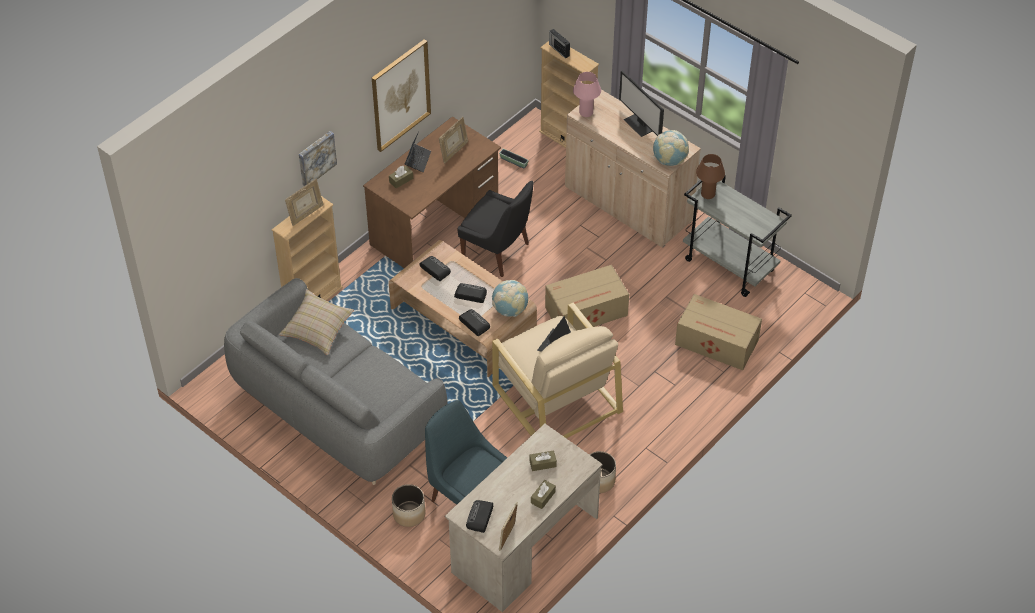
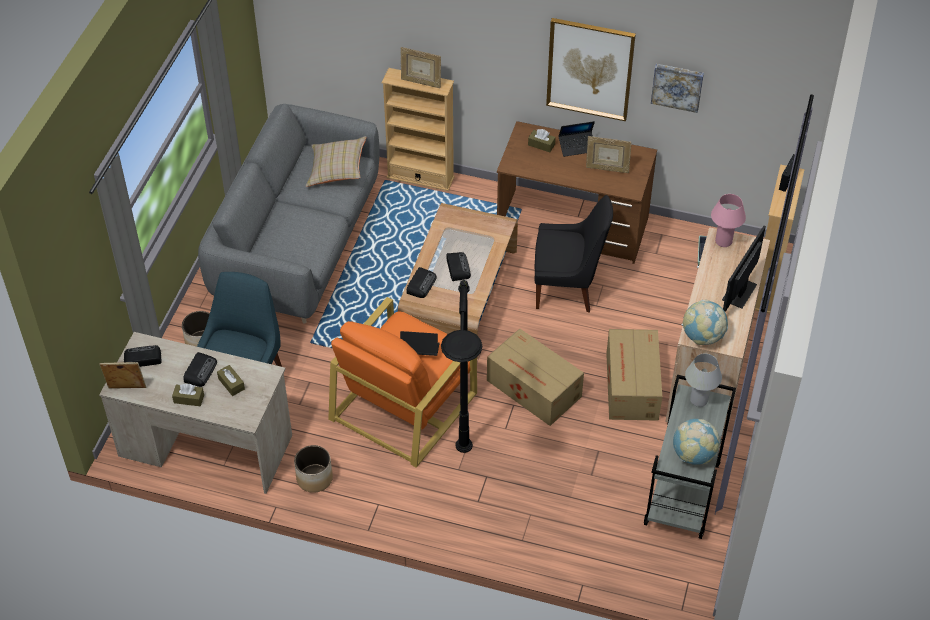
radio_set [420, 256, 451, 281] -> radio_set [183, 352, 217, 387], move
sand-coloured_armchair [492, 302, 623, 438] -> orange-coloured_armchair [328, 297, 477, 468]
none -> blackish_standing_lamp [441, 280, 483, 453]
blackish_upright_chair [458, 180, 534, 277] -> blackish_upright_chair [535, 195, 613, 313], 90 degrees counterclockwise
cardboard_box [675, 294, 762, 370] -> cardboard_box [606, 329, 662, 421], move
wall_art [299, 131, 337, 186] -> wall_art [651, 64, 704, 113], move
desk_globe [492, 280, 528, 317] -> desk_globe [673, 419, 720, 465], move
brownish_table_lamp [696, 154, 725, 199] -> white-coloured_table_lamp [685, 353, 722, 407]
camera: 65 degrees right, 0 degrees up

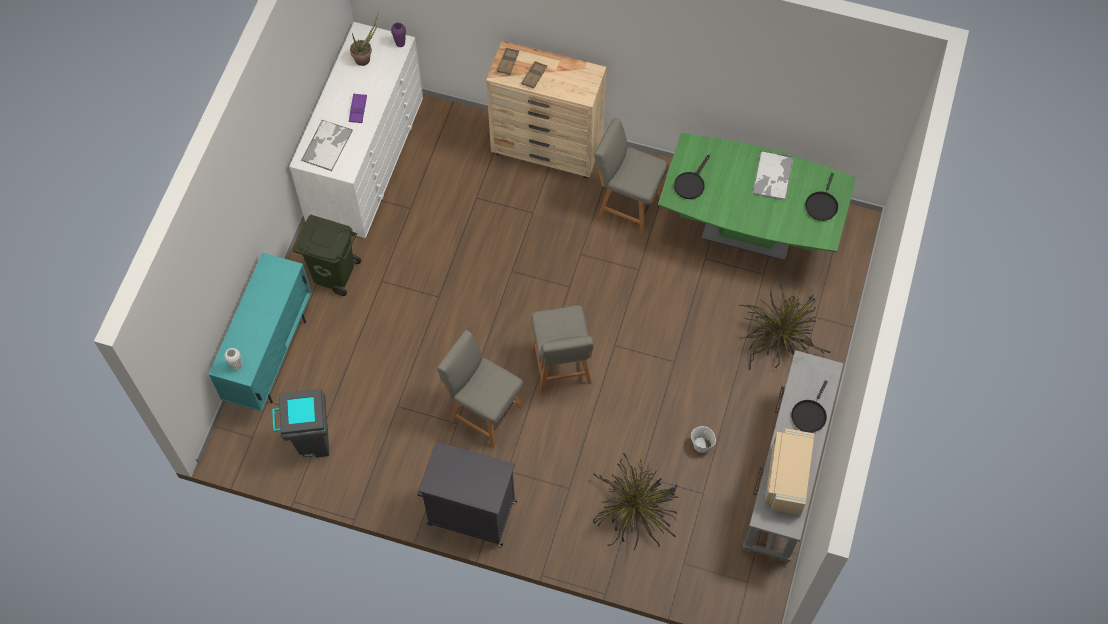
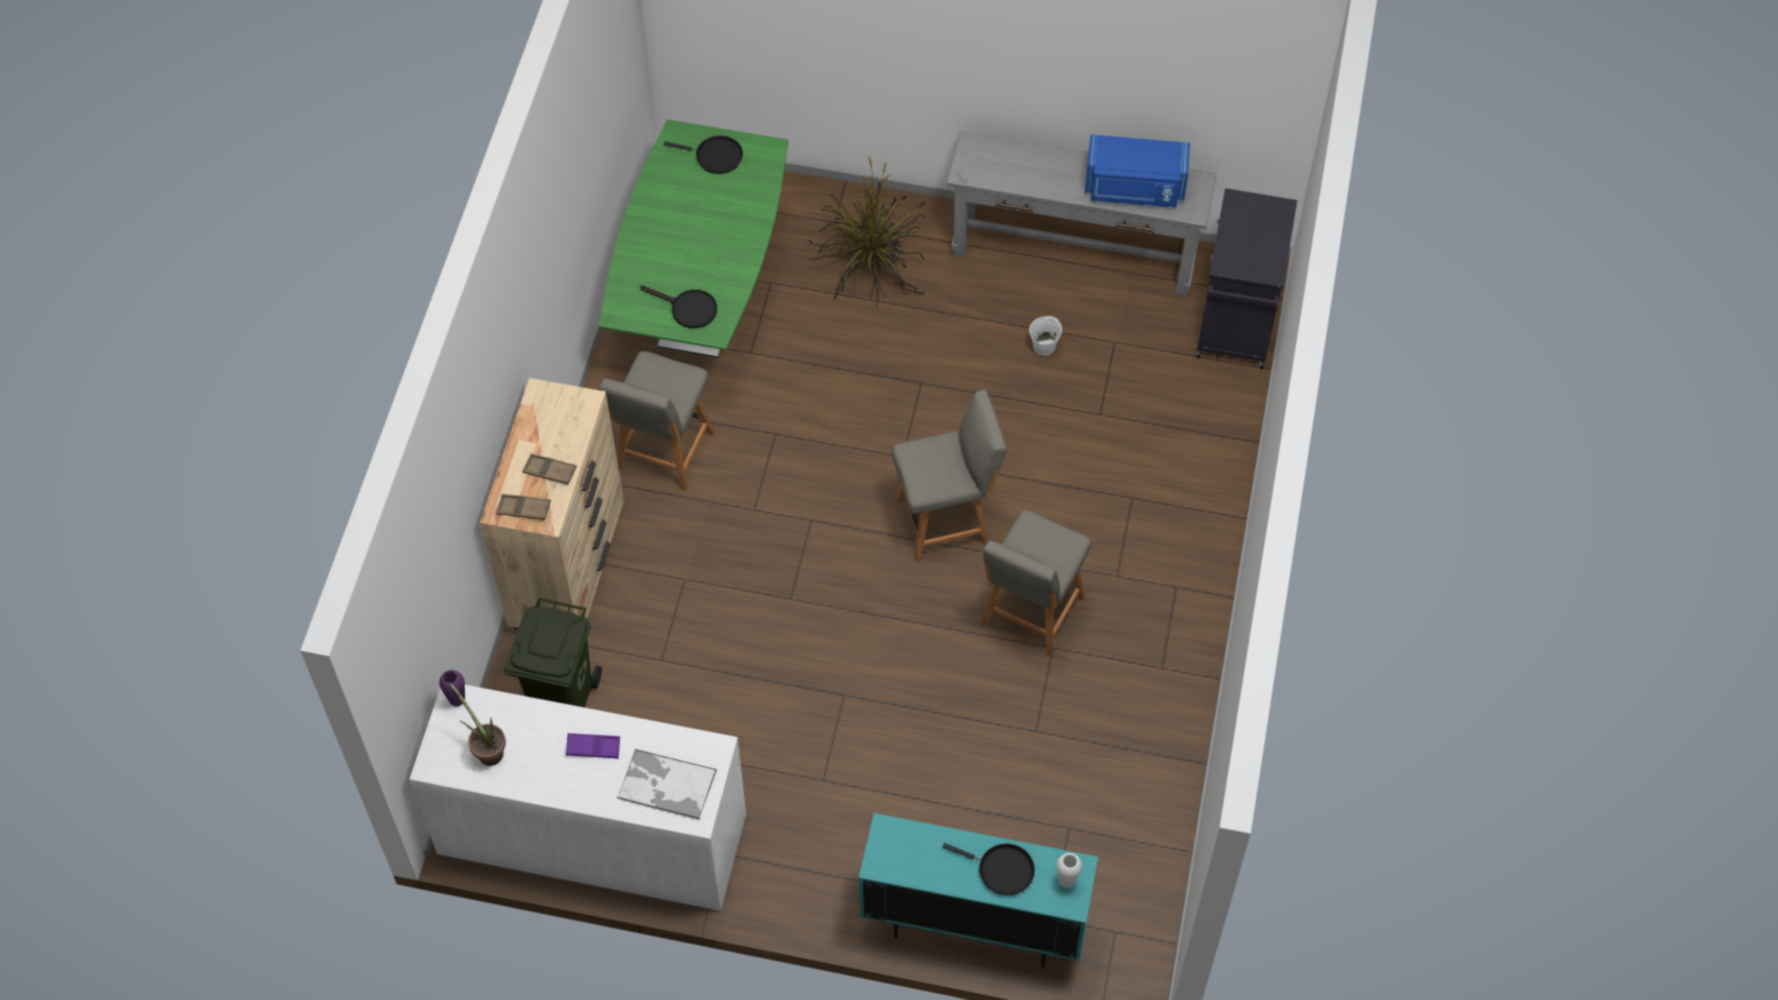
green-coloured_waste_bin [293, 214, 361, 296] -> green-coloured_waste_bin [504, 597, 602, 708], move
blackish_frying_pan [791, 380, 828, 433] -> blackish_frying_pan [943, 843, 1035, 896], move
sand-coloured_microwave [765, 428, 815, 516] -> blue-coloured_microwave [1085, 135, 1190, 208]
blackish_storage_cabinet [417, 442, 517, 546] -> blackish_storage_cabinet [1197, 188, 1297, 369], move
greyish_waste_bin [272, 389, 329, 457] -> none
plant_in_a_pot [593, 453, 678, 551] -> none
carrying_tray [752, 151, 794, 201] -> none
camera: 95 degrees left, 5 degrees down

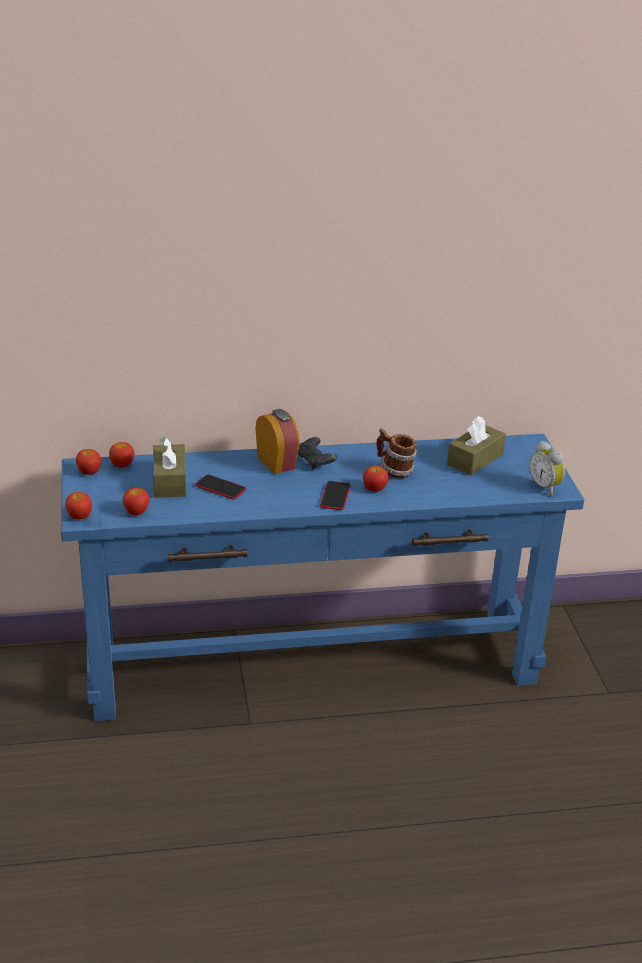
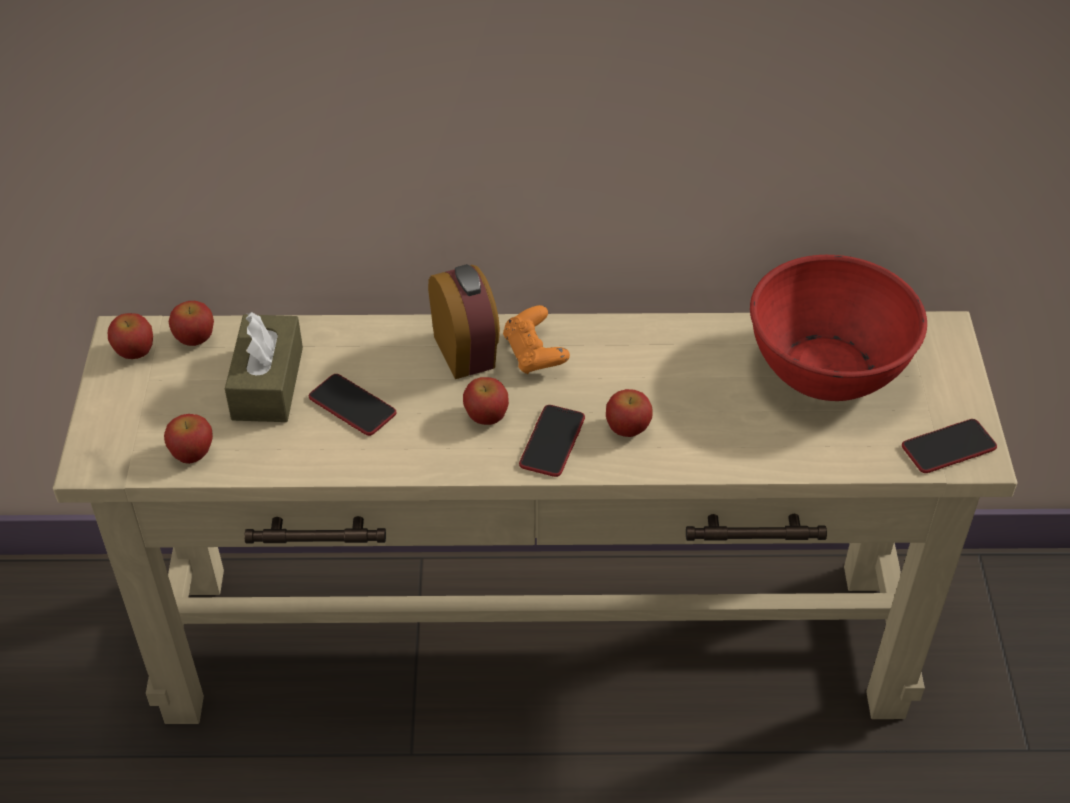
blue-coloured_hall_table [61, 434, 585, 721] -> sand-coloured_hall_table [53, 311, 1018, 724]
apple_fruit [65, 492, 92, 519] -> apple_fruit [463, 377, 509, 425], move
blackish_gamepad [298, 437, 337, 470] -> orange-coloured_gamepad [503, 305, 570, 374]
brownish_box_of_tissues [447, 416, 506, 475] -> red-coloured_deep_dish [750, 255, 927, 401]
alarm_clock [529, 441, 565, 496] -> handset [902, 419, 997, 473]
tea_mug [376, 428, 417, 478] -> none
camera: 10 degrees right, 15 degrees up

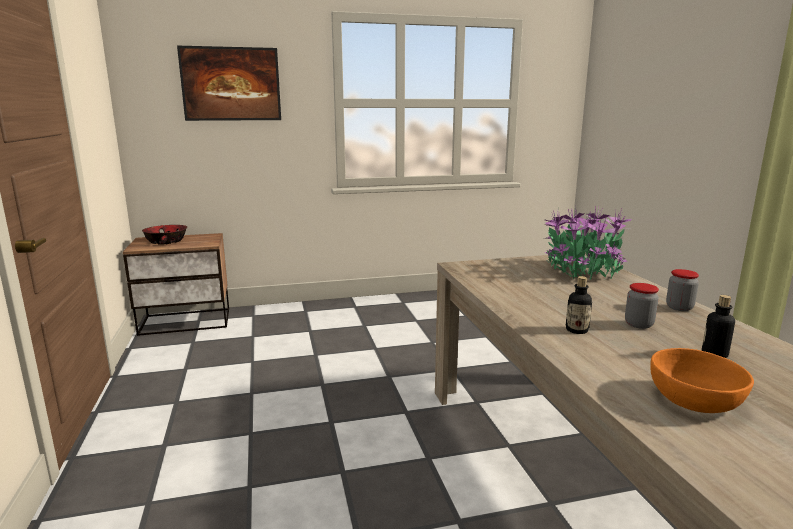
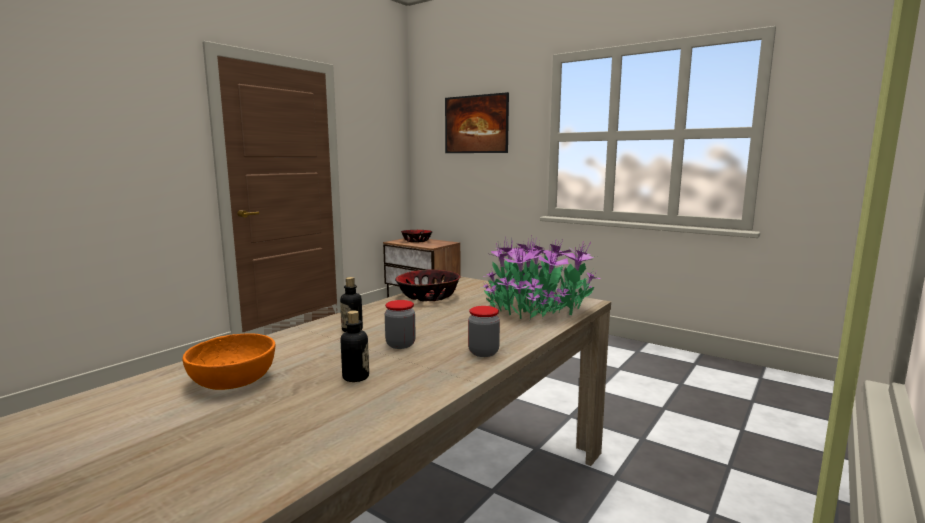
none -> deep_dish [395, 270, 460, 301]
camera: 50 degrees right, 5 degrees down

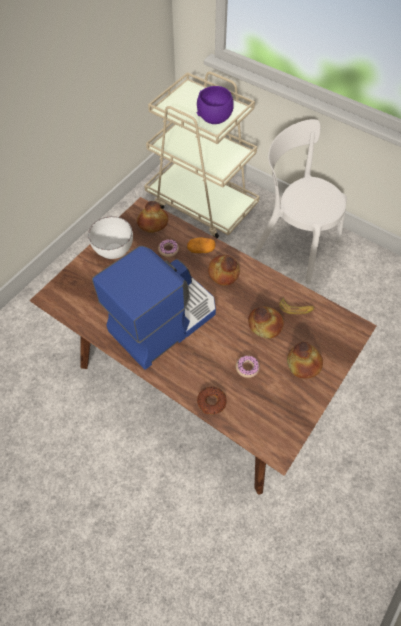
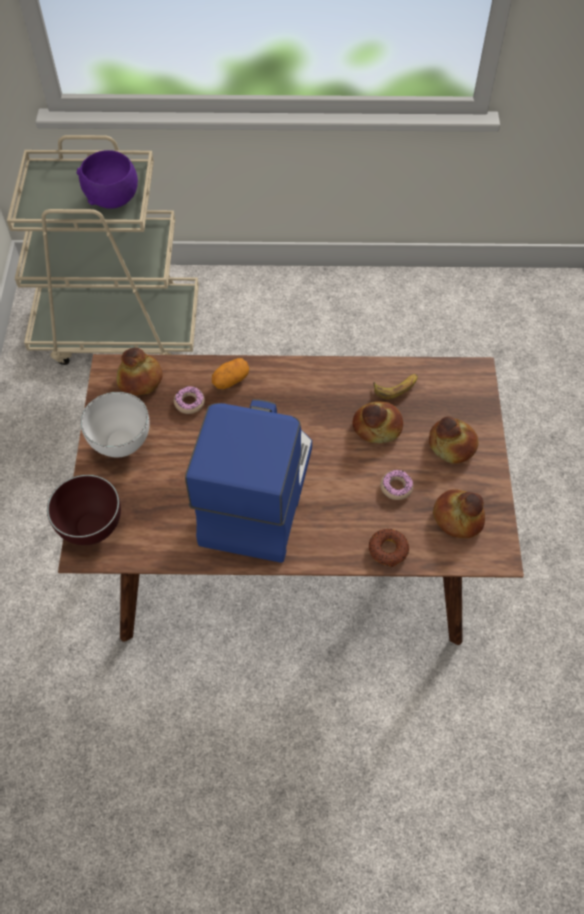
none -> brownish_deep_dish [47, 475, 121, 545]
baked_bread [208, 255, 240, 286] -> baked_bread [433, 489, 485, 538], move
white-coloured_upright_chair [252, 119, 347, 284] -> none
camera: 35 degrees left, 0 degrees up

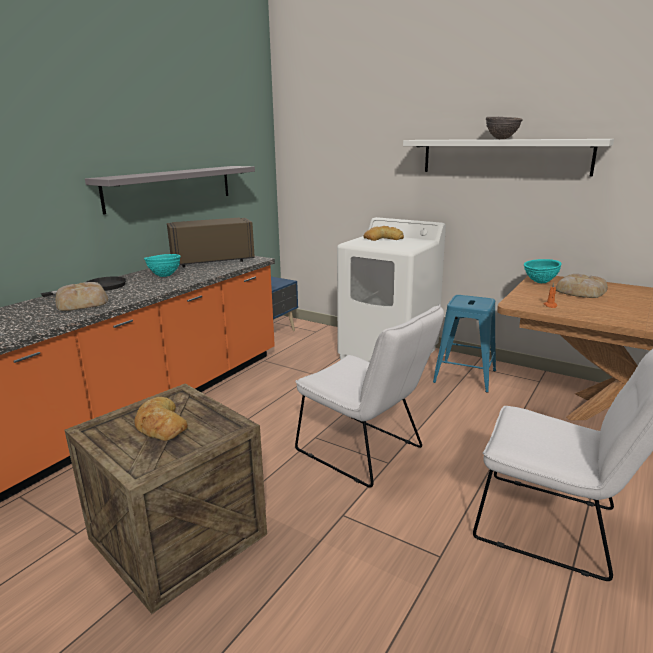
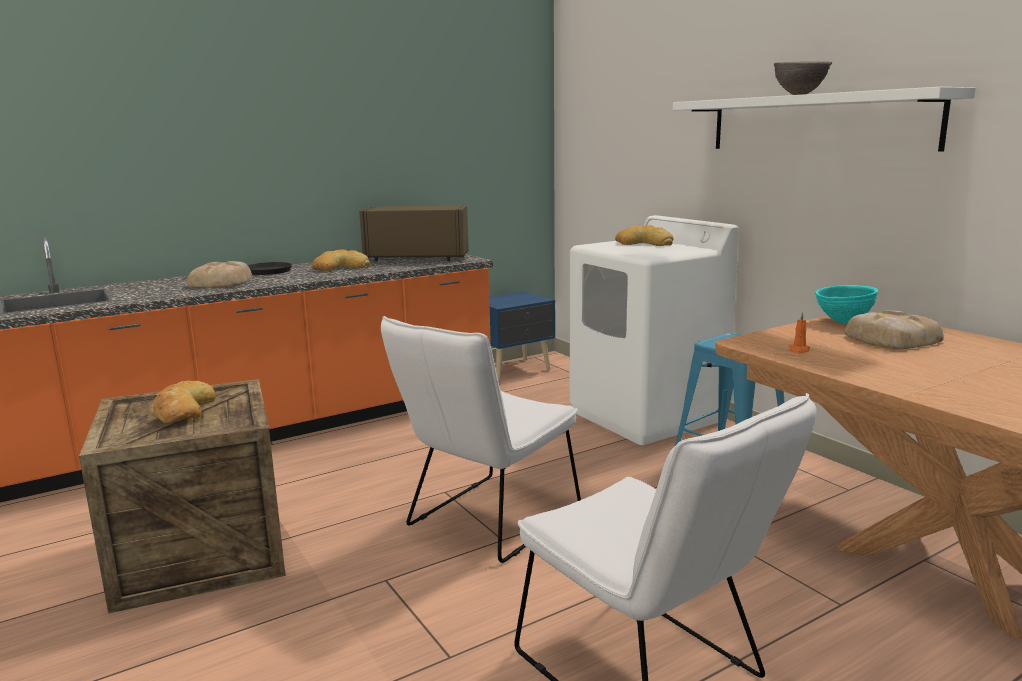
blue-green_deep_dish [144, 254, 181, 277] -> baked_bread [312, 249, 370, 271]
white-coloured_upright_chair [295, 304, 444, 488] -> white-coloured_upright_chair [381, 316, 581, 563], 60 degrees clockwise
greyish_bracket_shelf [85, 166, 255, 215] -> none
camera: 25 degrees right, 5 degrees down

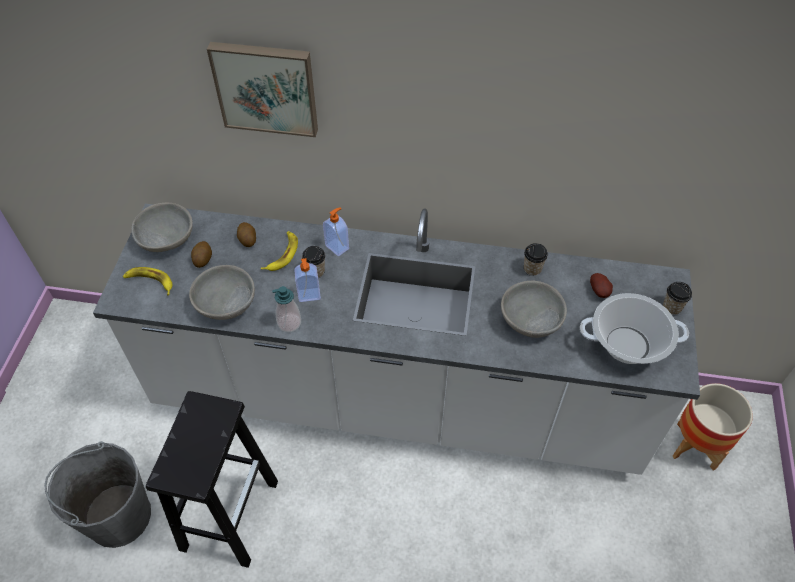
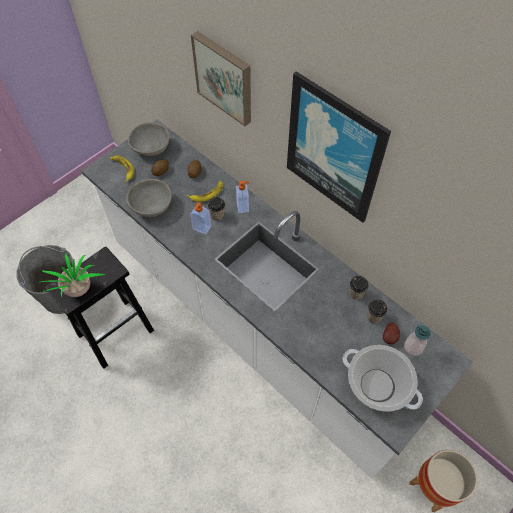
none -> plant_in_a_pot [40, 253, 105, 297]
none -> wall_art [287, 71, 391, 223]
small_cup [663, 282, 692, 315] -> small_cup [367, 299, 387, 323], move
liquid_soap_bottle [272, 286, 301, 332] -> liquid_soap_bottle [404, 325, 431, 356], move
greyish_deep_dish [501, 281, 567, 338] -> none
camera: 35 degrees right, 5 degrees up

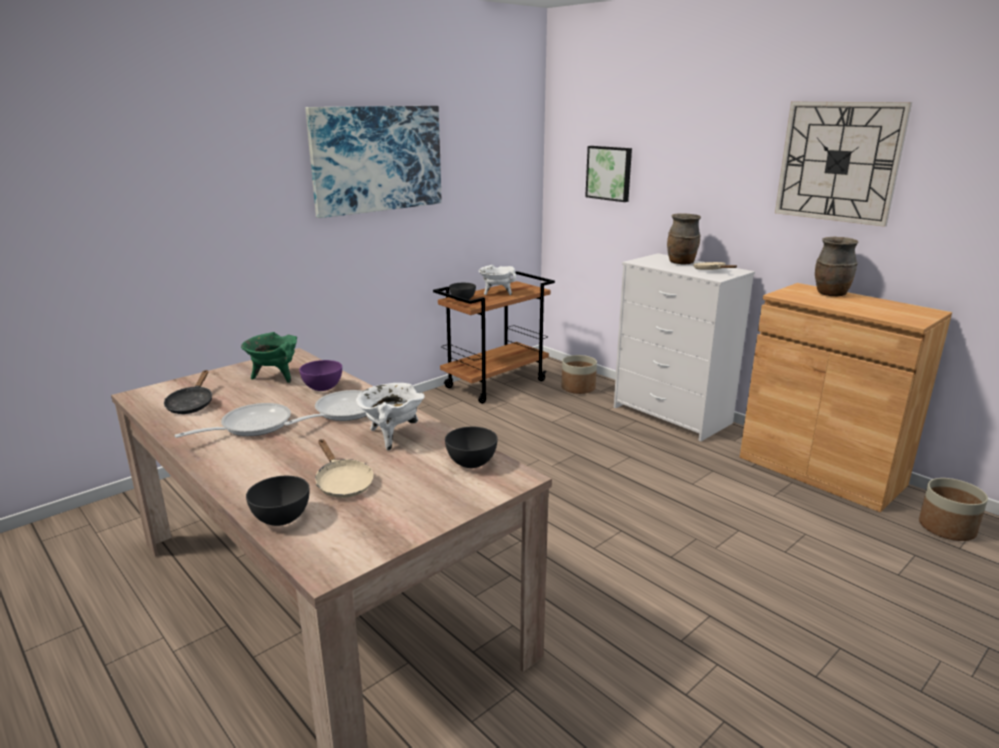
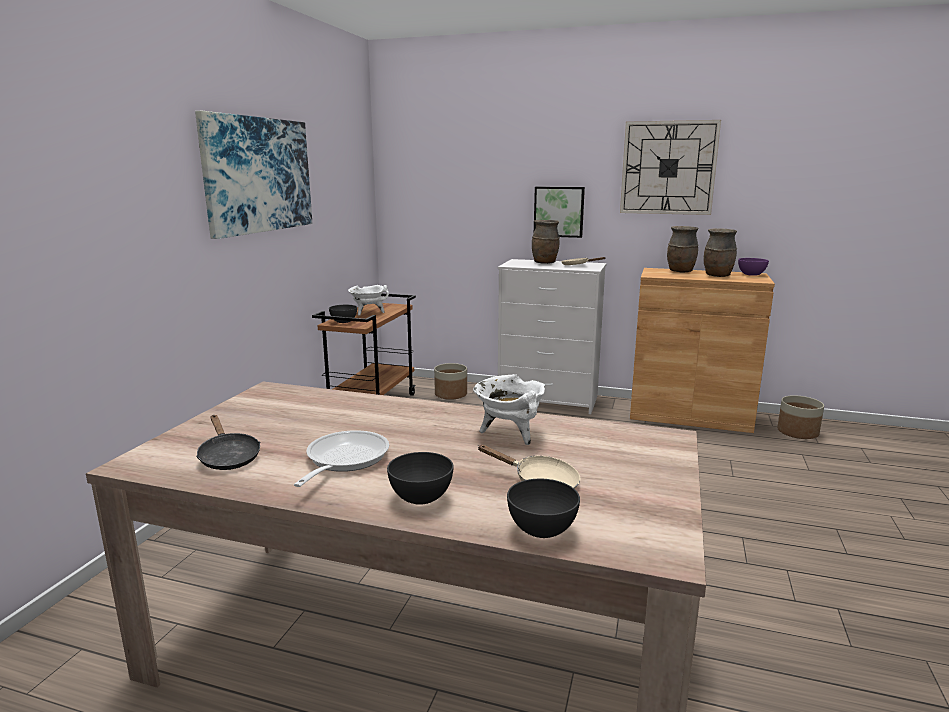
greyish_deep_dish [445, 427, 498, 468] -> greyish_deep_dish [387, 452, 453, 505], move
wall_art [585, 146, 632, 202] -> wall_art [534, 187, 585, 238], move
none -> brownish_flower_vase [703, 228, 737, 277]
purple_deep_dish [299, 360, 342, 391] -> purple_deep_dish [738, 258, 769, 276], move
green-coloured_stockpot [241, 332, 297, 383] -> none
frying_pan [284, 390, 367, 426] -> none
camera: 30 degrees left, 5 degrees down

